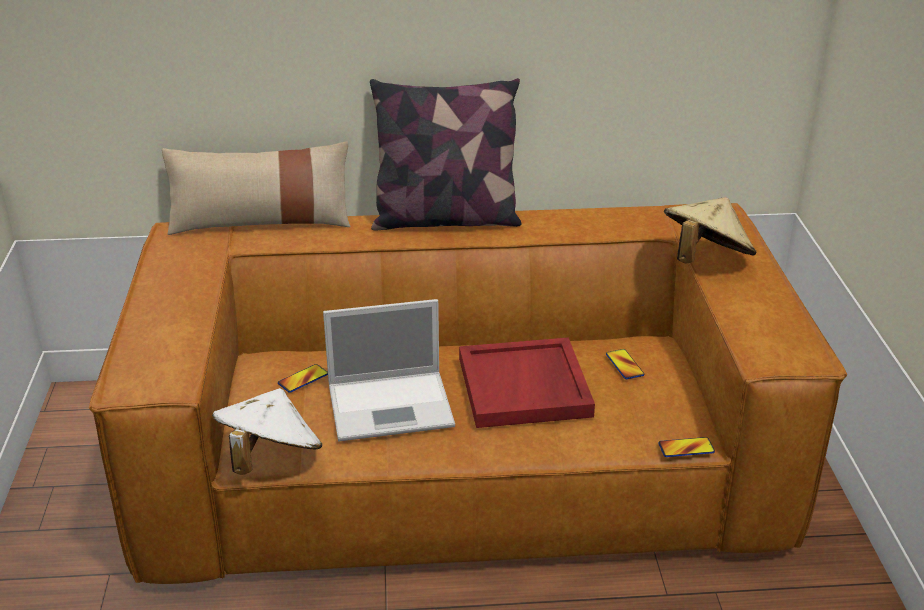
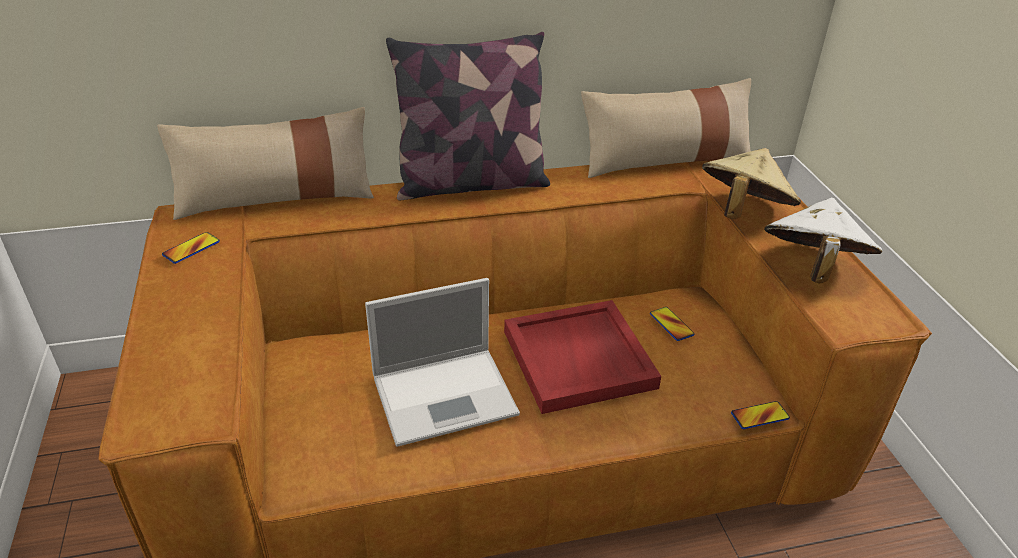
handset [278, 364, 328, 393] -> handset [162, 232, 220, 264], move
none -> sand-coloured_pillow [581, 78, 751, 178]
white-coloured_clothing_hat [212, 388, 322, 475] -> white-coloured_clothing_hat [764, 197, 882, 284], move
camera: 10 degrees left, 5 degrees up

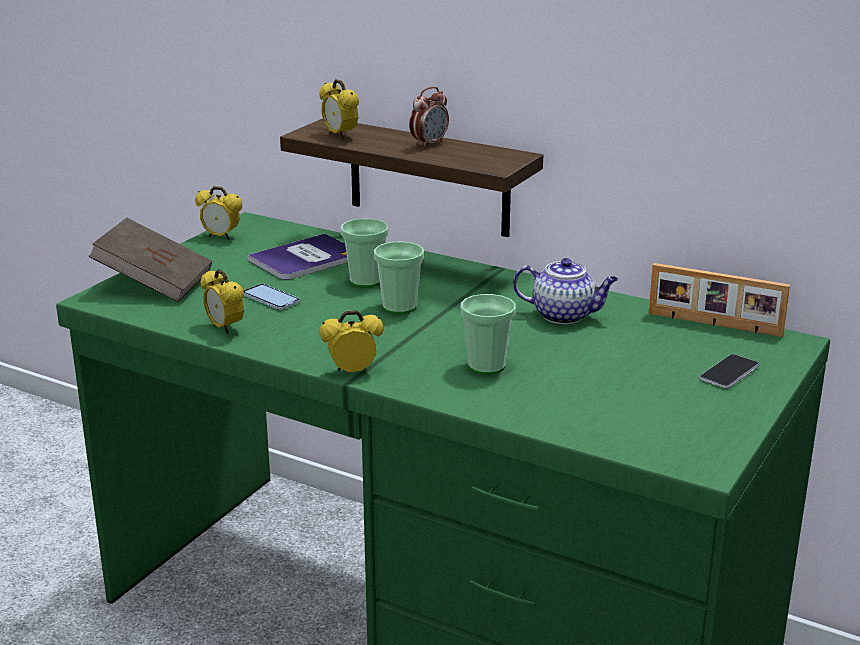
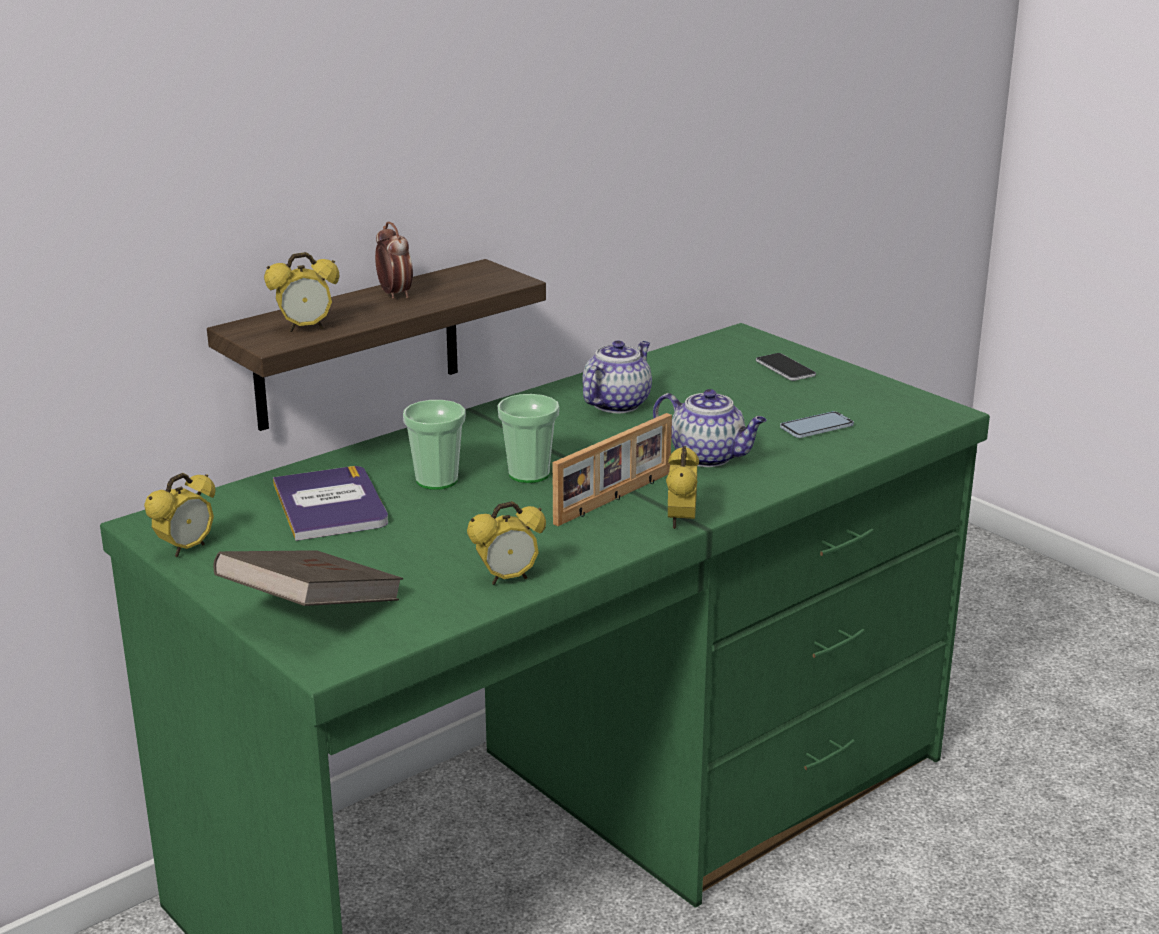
picture_frame [649, 263, 790, 337] -> picture_frame [552, 413, 672, 526], move
small_cup [461, 294, 516, 375] -> teapot [653, 389, 767, 467]
handset [243, 284, 300, 310] -> handset [780, 411, 854, 438], move
camera: 70 degrees left, 0 degrees up

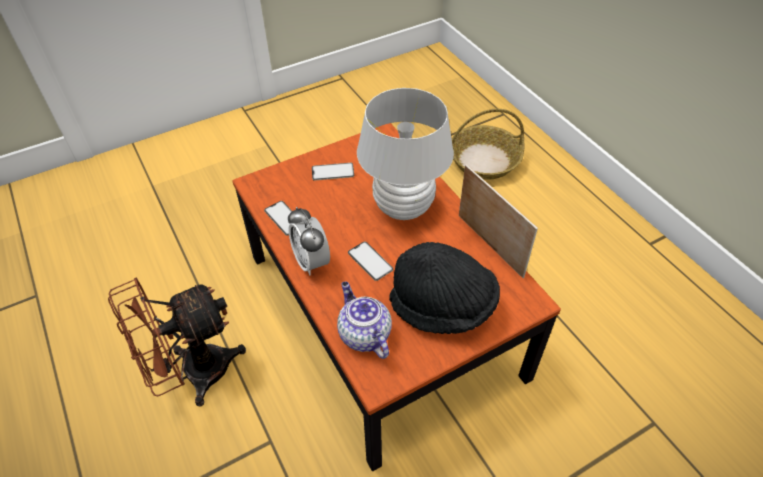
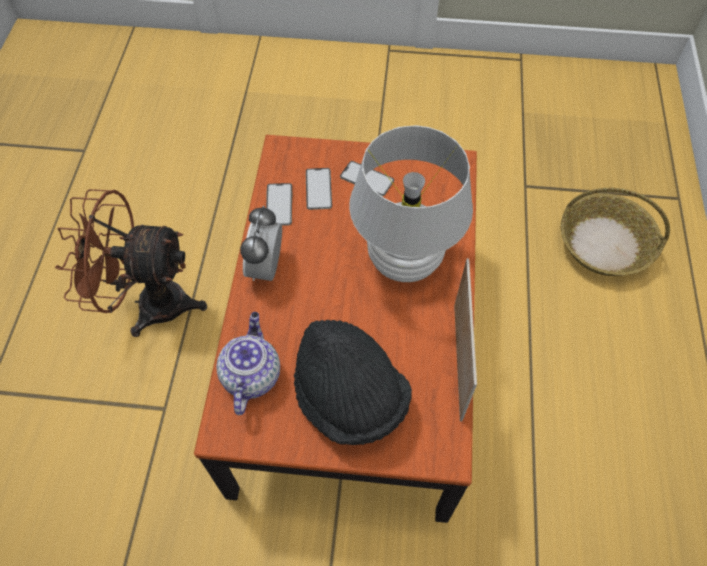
handset [348, 241, 393, 281] -> handset [306, 168, 332, 210], move
camera: 35 degrees right, 10 degrees up

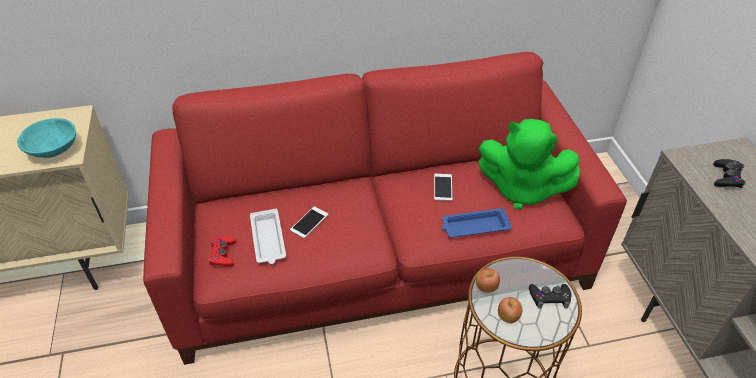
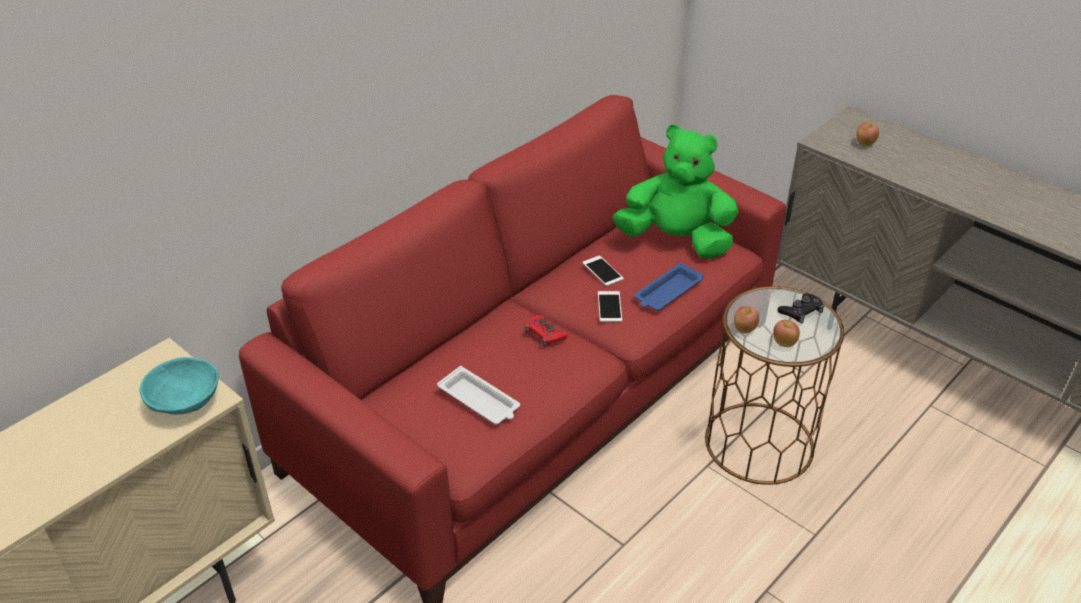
red-coloured_gamepad [208, 236, 236, 267] -> red-coloured_gamepad [525, 315, 567, 347], move
handset [290, 206, 328, 238] -> handset [598, 291, 622, 322], move
green-coloured_plush_toy [478, 119, 580, 210] -> green-coloured_plush_toy [613, 124, 739, 259], 150 degrees counterclockwise
blackish_gamepad [713, 159, 746, 188] -> apple_fruit [856, 123, 879, 147]
camera: 35 degrees left, 5 degrees down

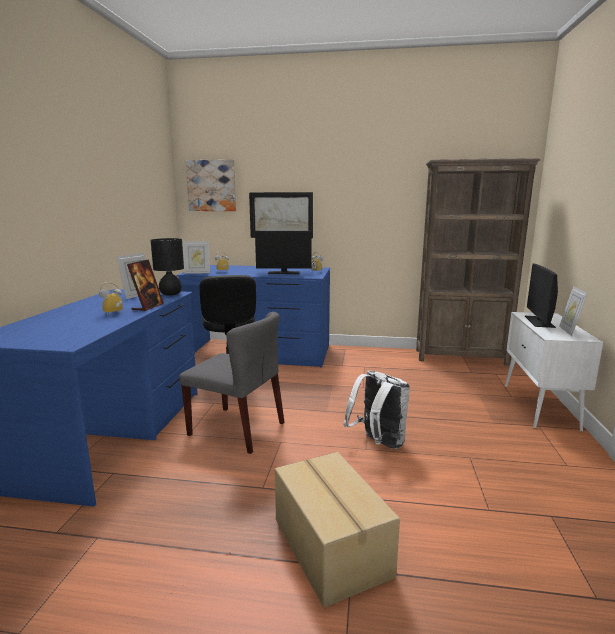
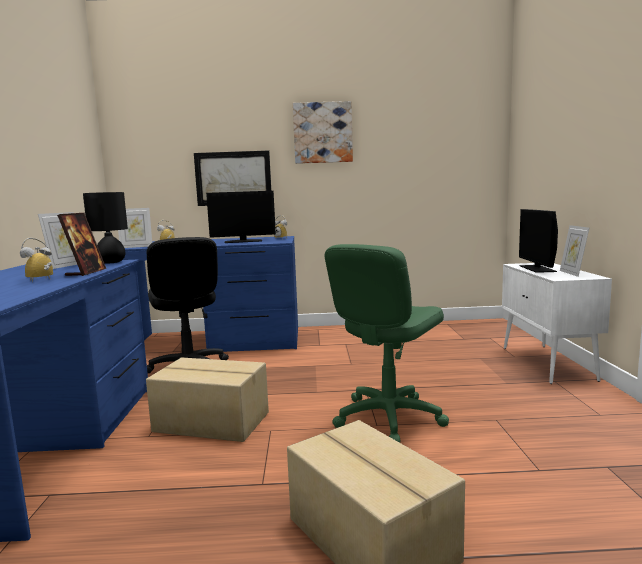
greyish_upright_chair [180, 312, 285, 454] -> cardboard_box [146, 358, 269, 442]
wall_art [186, 159, 236, 211] -> wall_art [293, 101, 353, 164], move
white-coloured_knapsack [343, 371, 410, 449] -> green-coloured_office_chair [325, 244, 449, 443]
brownish_bookshelf [416, 158, 540, 366] -> none
camera: 10 degrees left, 5 degrees down

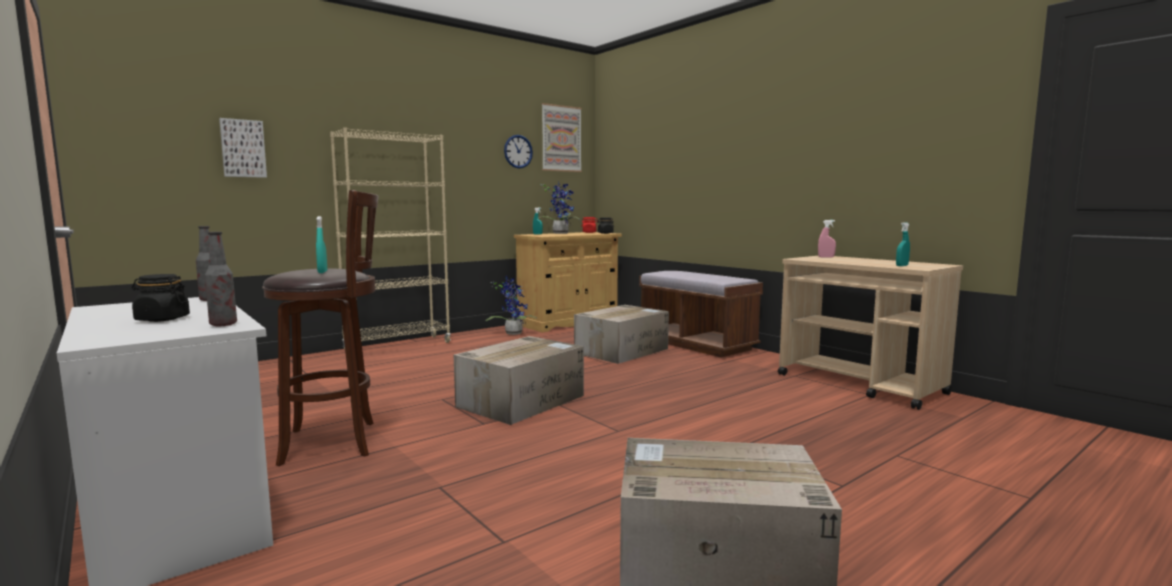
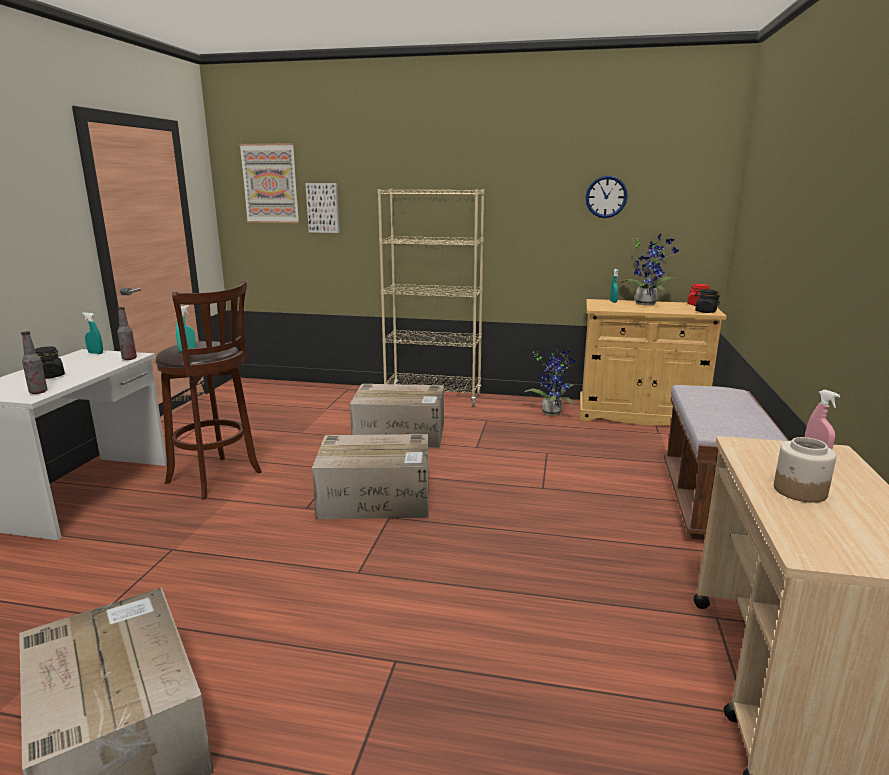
blue-green_sprayer [896, 222, 910, 266] -> blue-green_sprayer [82, 312, 103, 354], move
wall_art [541, 103, 582, 172] -> wall_art [239, 143, 299, 223], move
cardboard_box [574, 305, 669, 364] -> cardboard_box [350, 384, 444, 448], move
none -> jar [774, 437, 836, 503]
camera: 50 degrees right, 10 degrees up

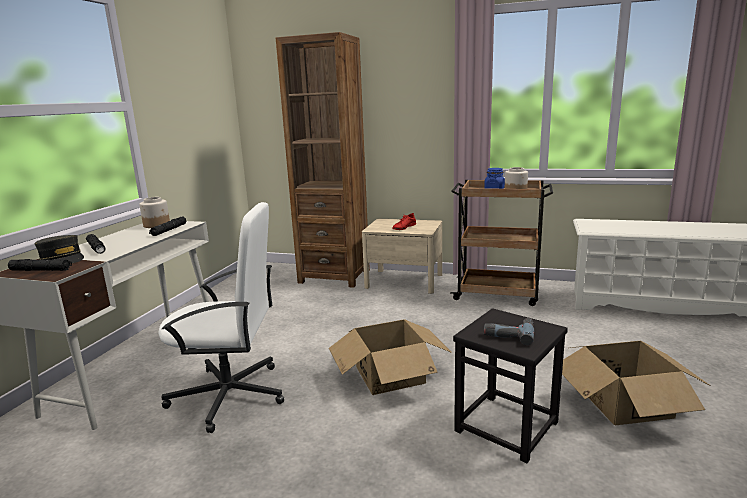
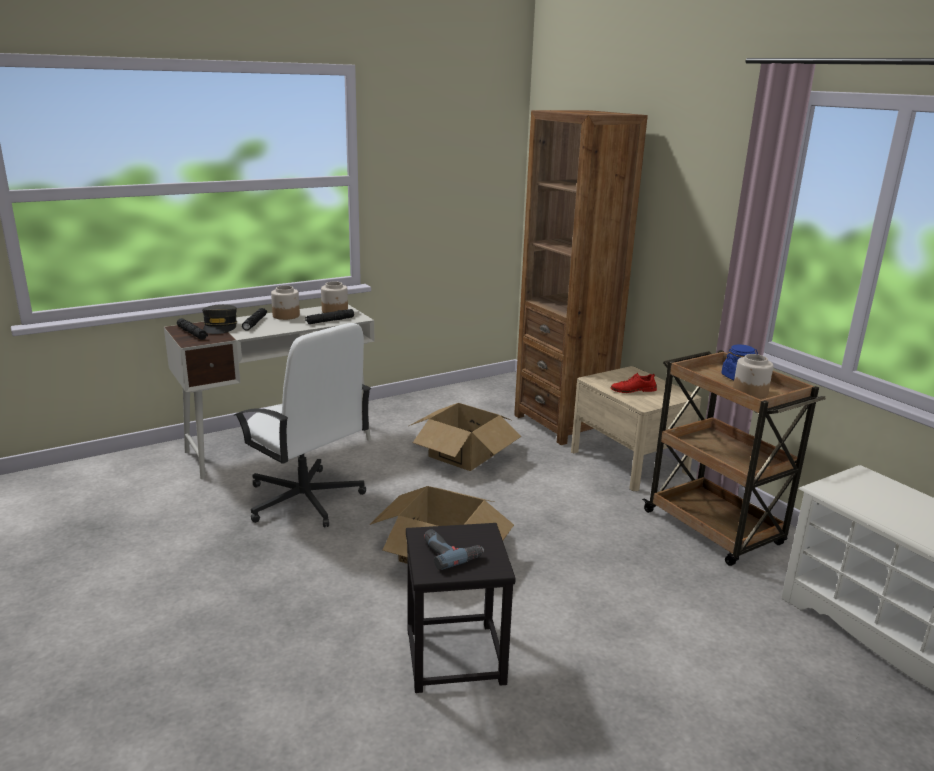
none -> jar [271, 286, 300, 320]
cardboard_box [562, 341, 711, 425] -> cardboard_box [409, 403, 521, 471], move
camera: 40 degrees right, 5 degrees up

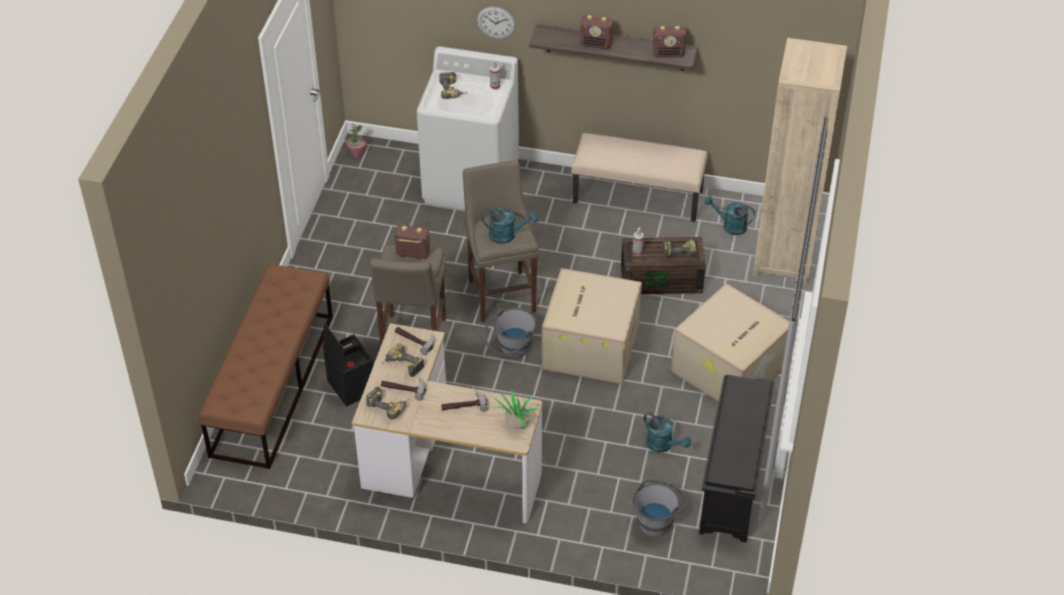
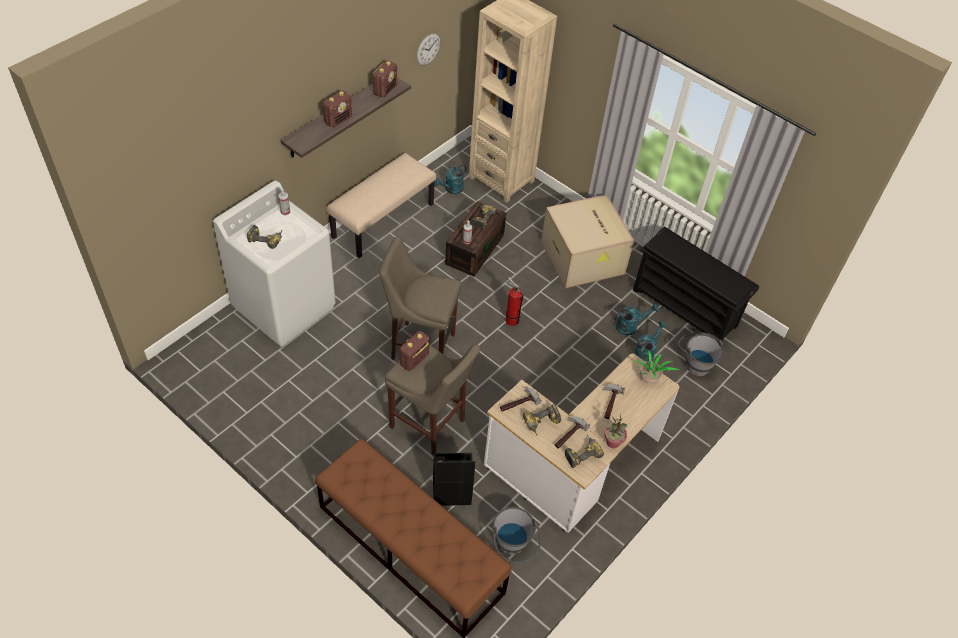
clock_on_the_wall [477, 7, 516, 39] -> clock_on_the_wall [417, 33, 440, 65], move
greyish_pail [484, 308, 537, 358] -> greyish_pail [493, 507, 542, 564], move
cardboard_box [542, 268, 642, 384] -> fire_extinguisher [506, 277, 524, 326]
plant_in_a_pot [347, 124, 366, 158] -> plant_in_a_pot [604, 414, 627, 448], move
blue-green_watering_pot [482, 208, 538, 244] -> blue-green_watering_pot [634, 321, 667, 362], move
camera: 65 degrees left, 5 degrees up

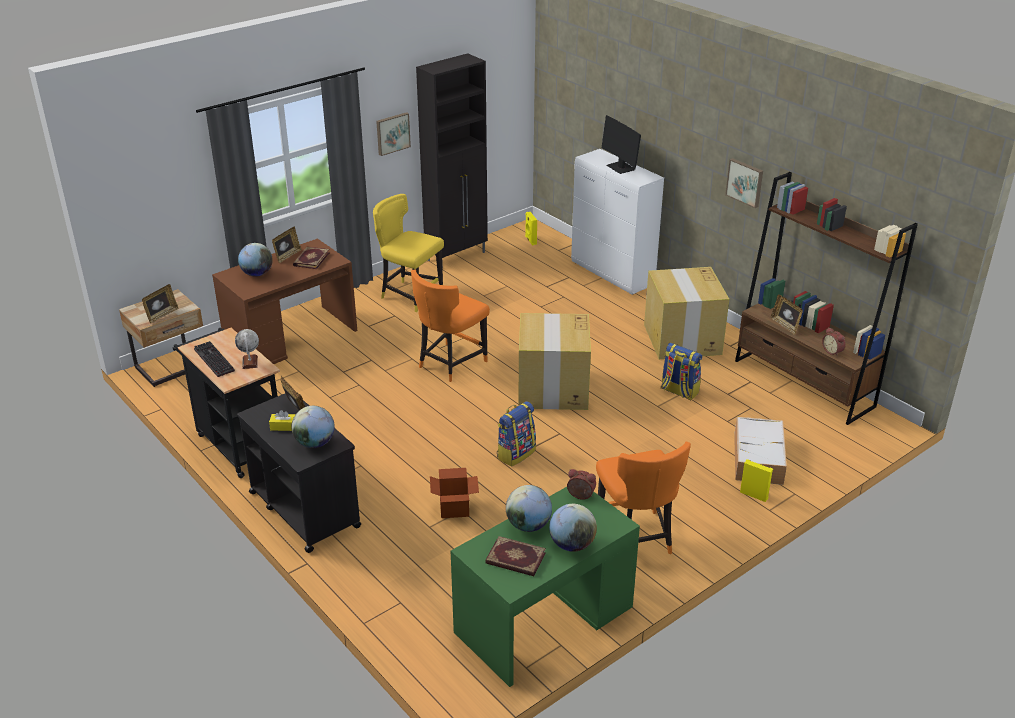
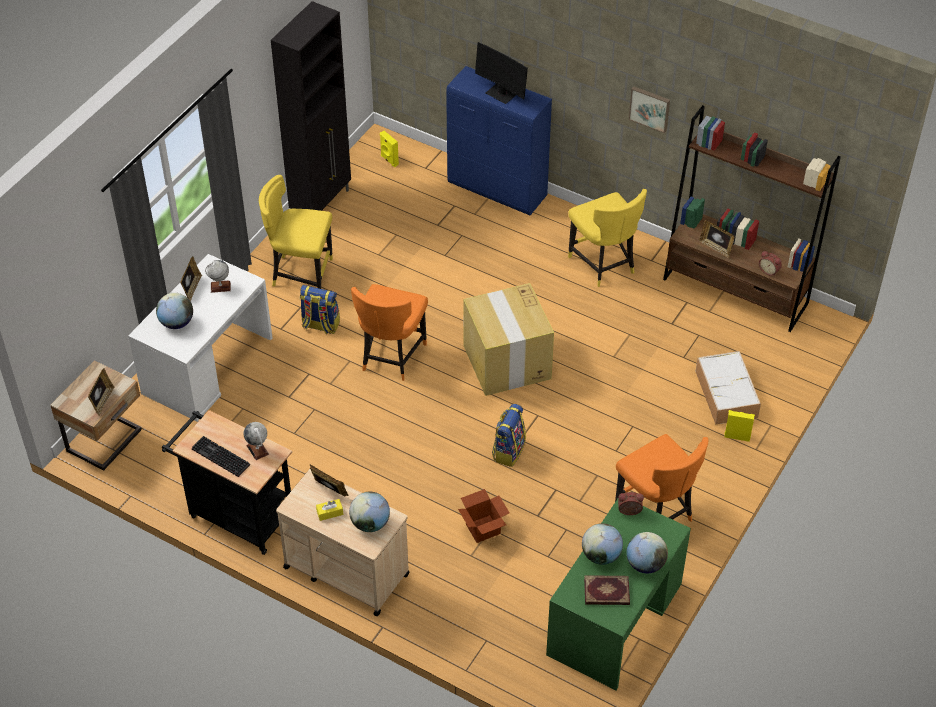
brownish_desk [212, 239, 357, 364] -> white-coloured_desk [128, 254, 273, 422]
book [293, 247, 329, 269] -> desk_globe [205, 260, 231, 293]
blackish_cart [238, 394, 361, 553] -> sand-coloured_cart [276, 469, 410, 616]
knapsack [661, 343, 702, 400] -> knapsack [300, 285, 340, 334], move
white-coloured_storage_cabinet [571, 149, 664, 295] -> blue-coloured_storage_cabinet [446, 66, 552, 215]
cardboard_box [644, 267, 729, 359] -> yellowish_upright_chair [568, 189, 647, 287]
wall_art [376, 112, 411, 156] -> none
camera: 20 degrees left, 15 degrees up

